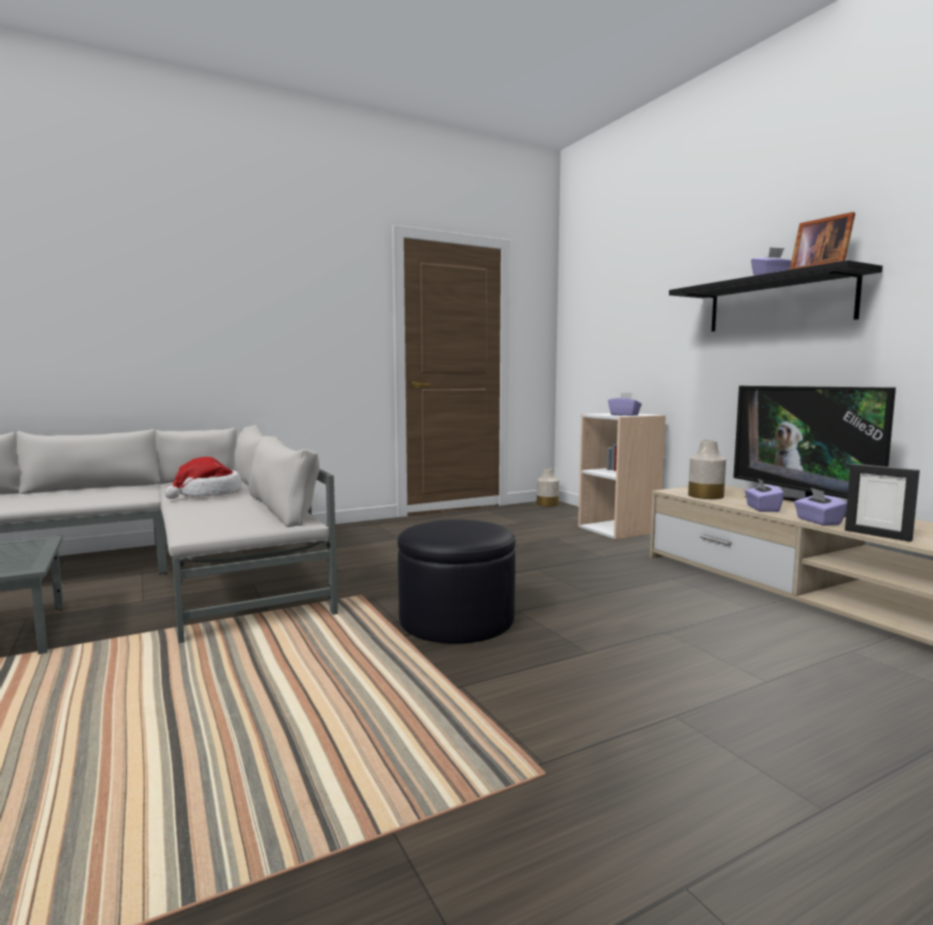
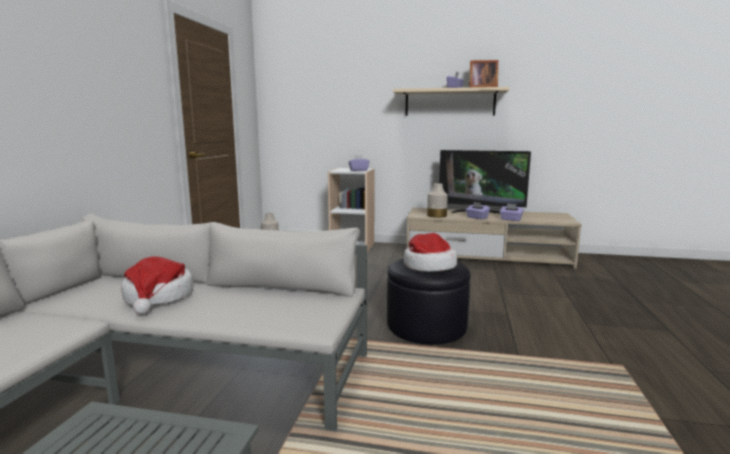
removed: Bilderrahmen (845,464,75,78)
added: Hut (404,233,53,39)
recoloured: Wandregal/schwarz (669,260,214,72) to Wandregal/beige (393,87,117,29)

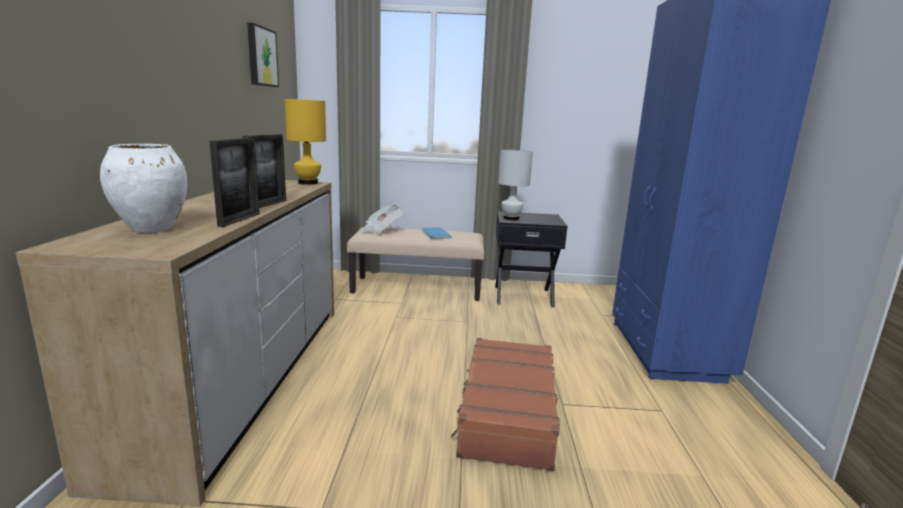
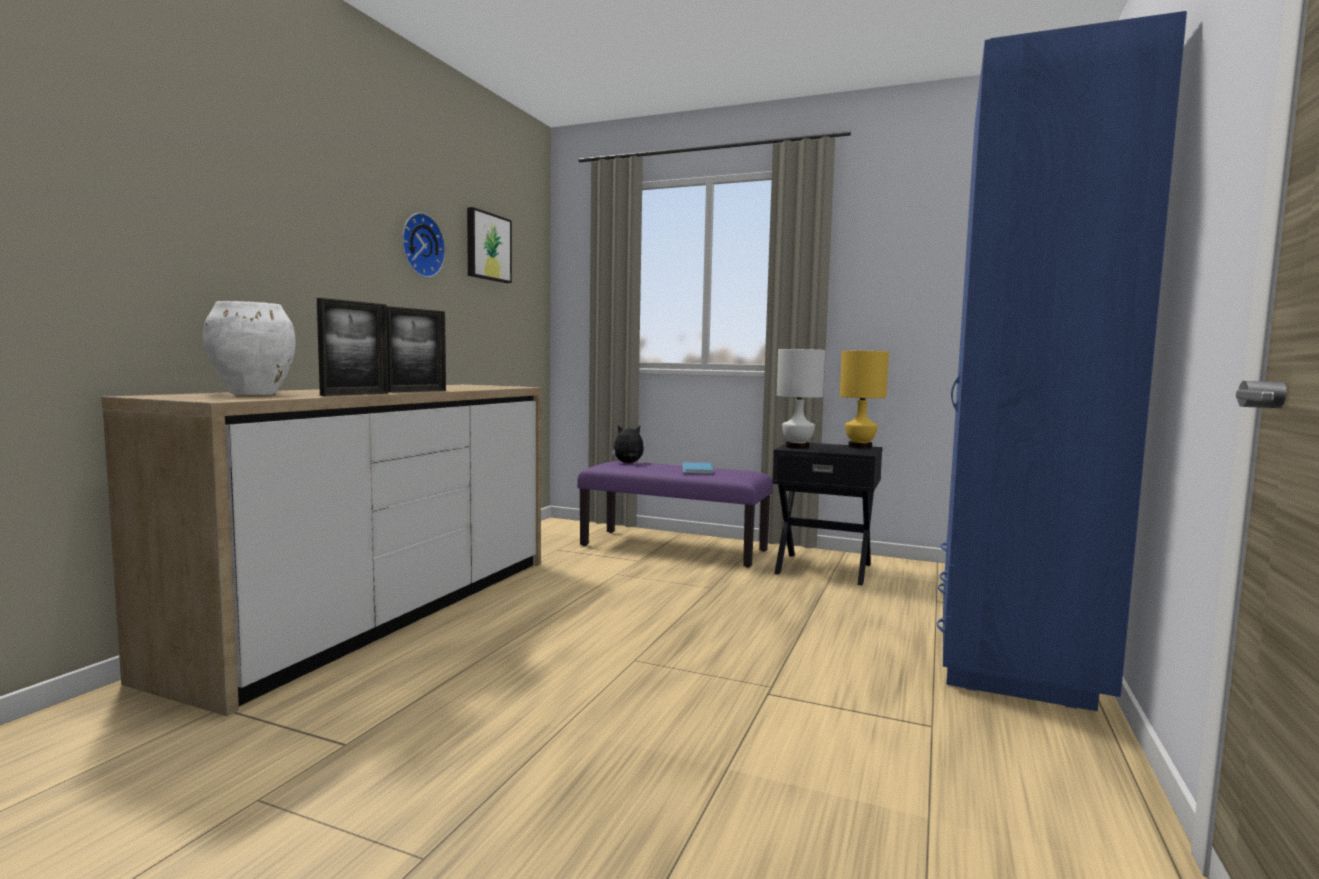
removed: Koffer/braun (451,338,109,133)
added: Wanduhr (402,213,44,65)
moved: Tischlampe/gelb (284,99,42,86) to (840,351,49,97)
replaced: Zeitung (360,205,43,28) to Plüschtier (611,425,33,38)
recoloured: Bank/beige (347,227,137,74) to Bank/lila (577,461,196,107)

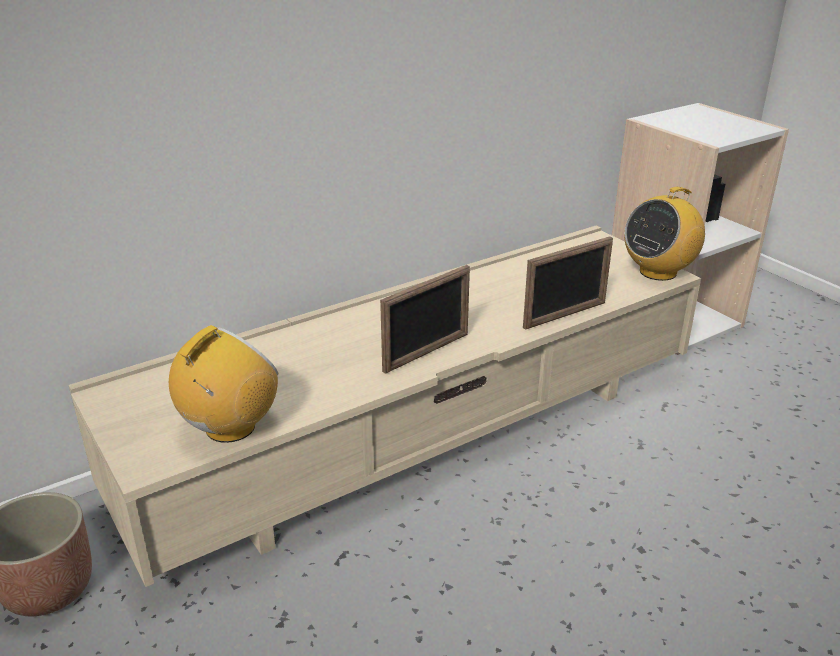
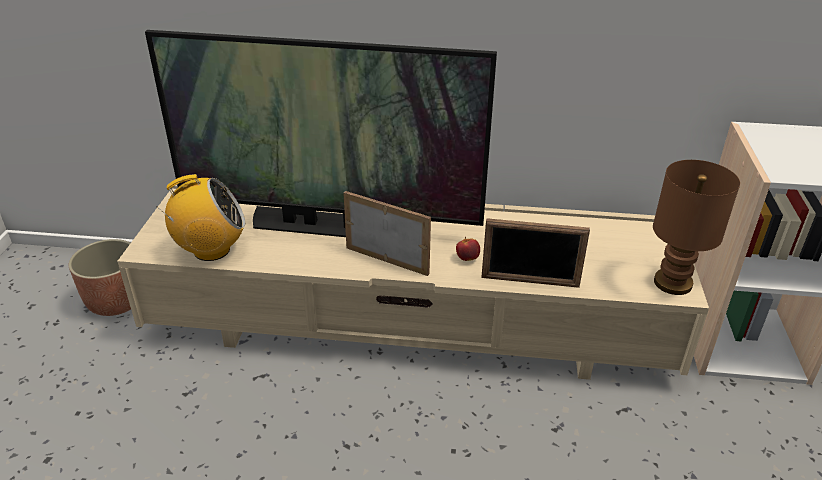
added: Fernseher (145,30,352,207); Apfel (456,237,24,24)
replaced: Radio (624,187,81,94) to Tischlampe/braun (653,160,87,135)
turned: Bilderrahmen (380,265,90,109) = (343,191,88,85) 150 degrees counterclockwise

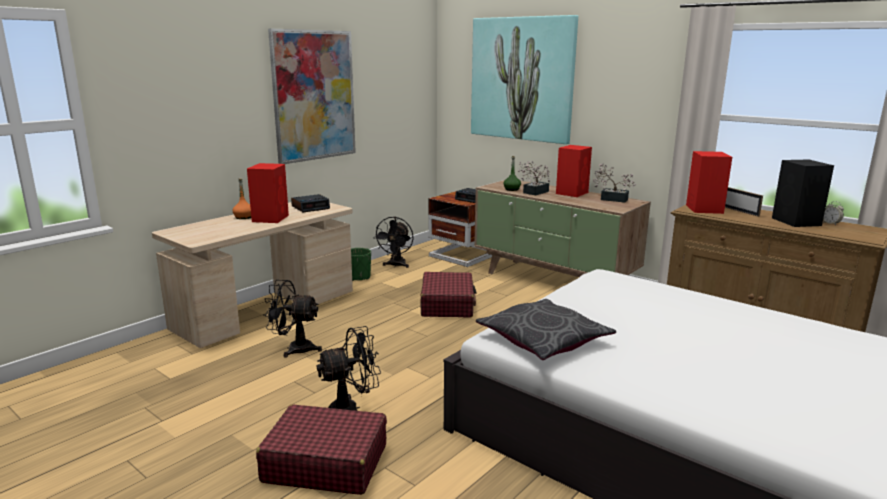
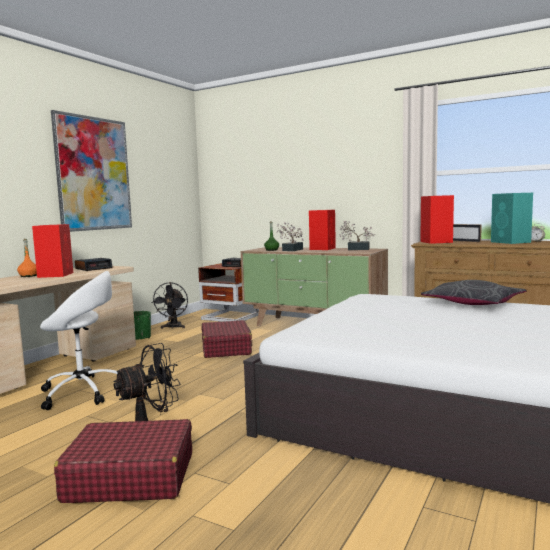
removed: Bild (471,15,107,129)
moved: Kissen/grau (476,299,140,61) to (421,280,106,25)
replaced: Ventilator/schwarz (263,280,59,78) to Bürostuhl/weiß (40,271,78,139)
recoloured: Lautsprecher/schwarz (772,159,62,68) to Lautsprecher/türkis (491,193,42,51)

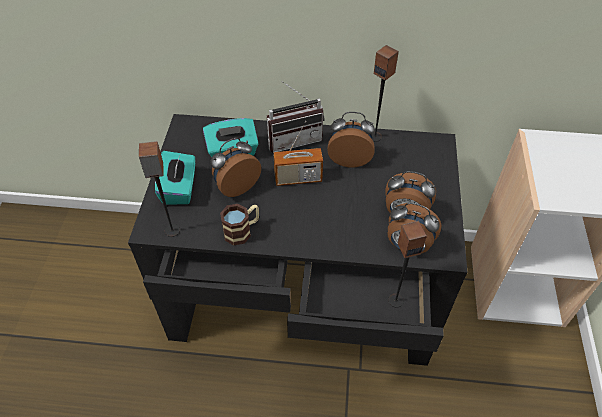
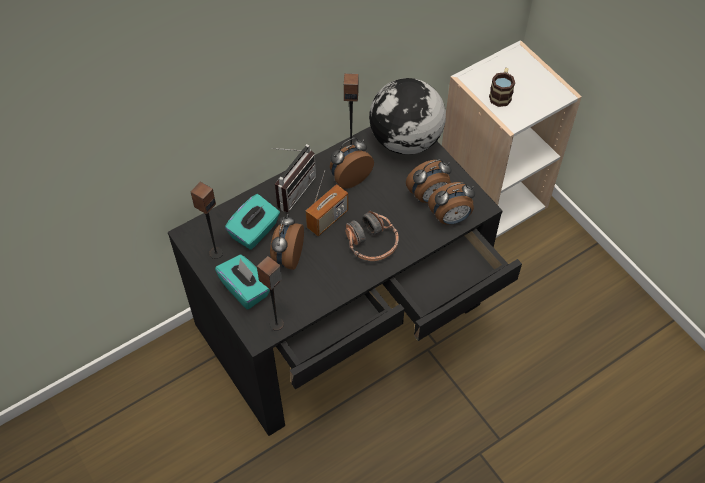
added: Kopfhörer (345,211,53,50); Globus (369,78,77,77)
moved: Lautsprecher (388,221,39,86) to (190,182,33,77); Henkelbecher (220,204,39,41) to (489,68,26,39)

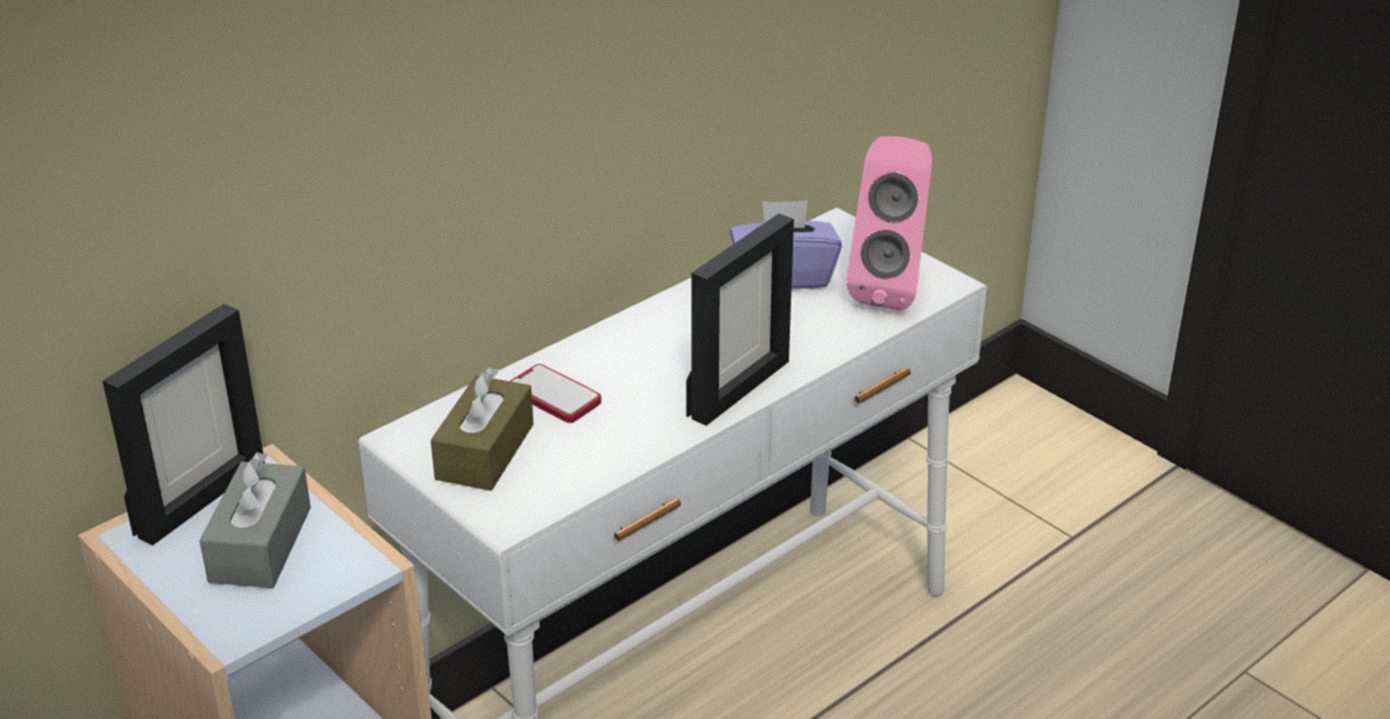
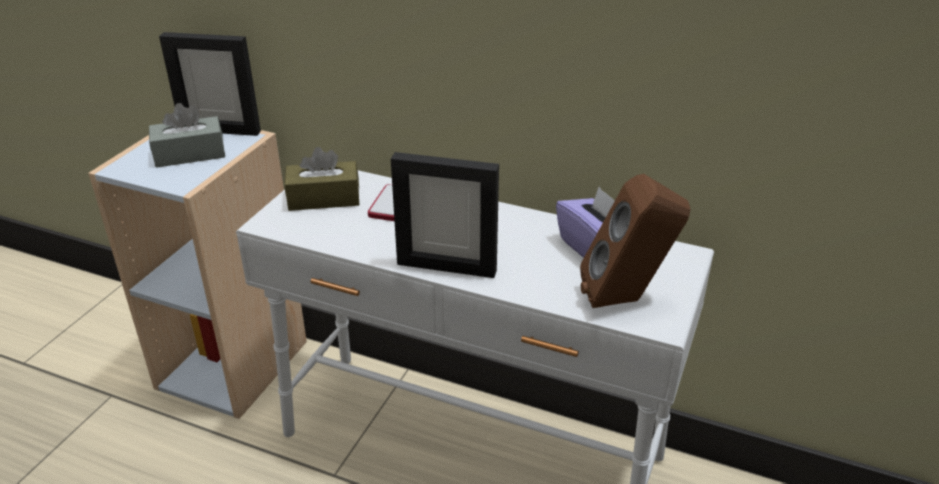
recoloured: Lautsprecher/rosa (846,136,86,175) to Lautsprecher/braun (580,174,110,134)

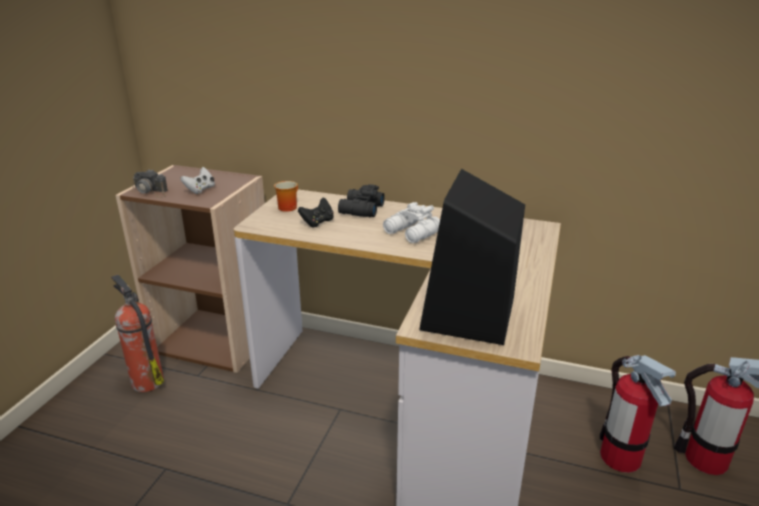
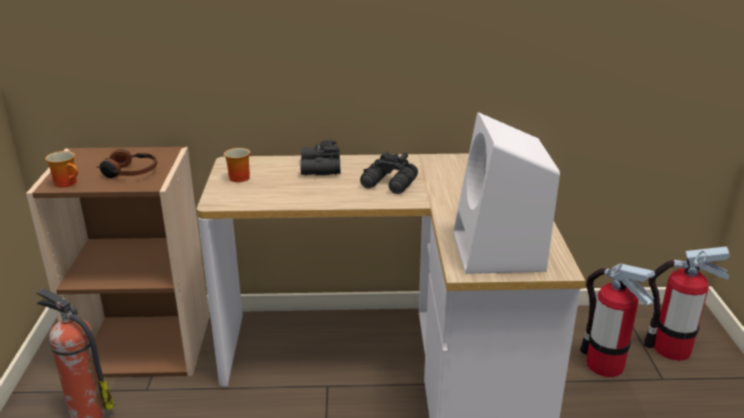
removed: Gamepad/schwarz (298,198,36,29)
replaced: Kamera (131,169,37,29) to Henkelbecher (45,151,33,36); Gamepad/weiß (181,167,34,27) to Kopfhörer (96,149,61,29)
recoloured: Fernglas/weiß (383,202,57,41) to Fernglas/schwarz (360,152,58,42); Lautsprecher/schwarz (419,169,106,176) to Lautsprecher/weiß (453,112,107,162)

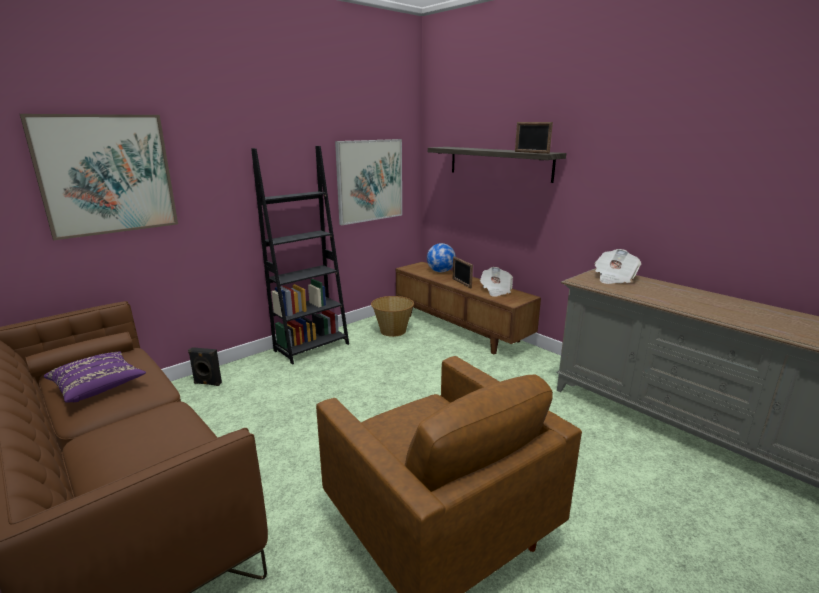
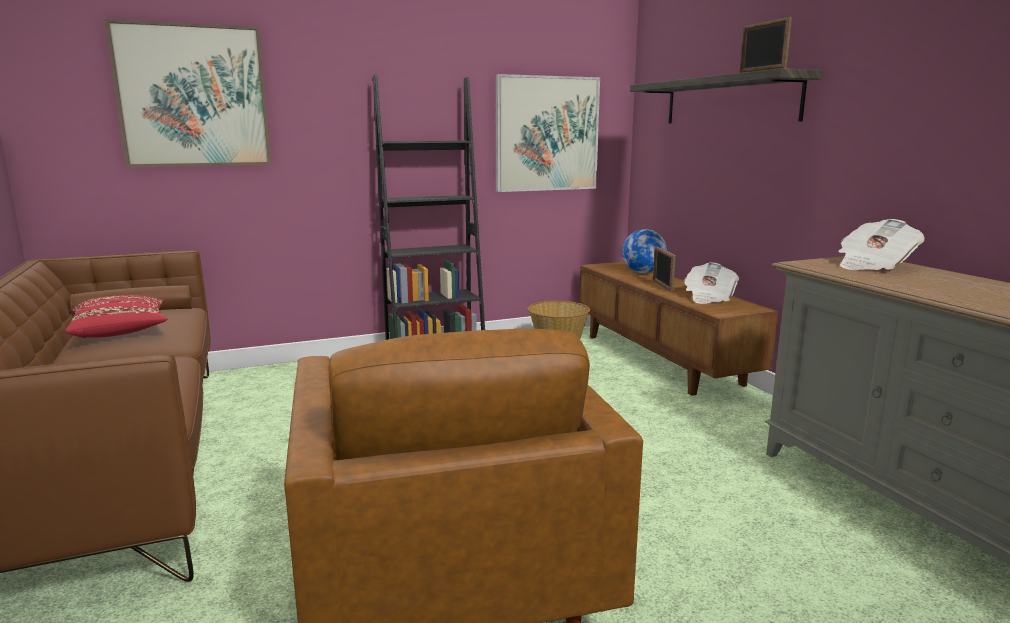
removed: Lautsprecher/schwarz (188,347,34,39)
recoloured: Kissen/lila (44,351,102,52) to Kissen/rot (65,295,103,43)

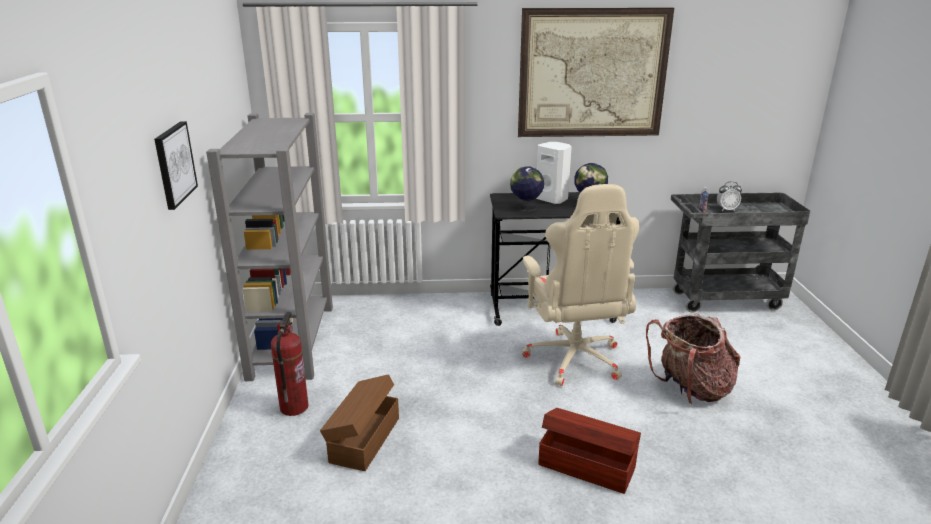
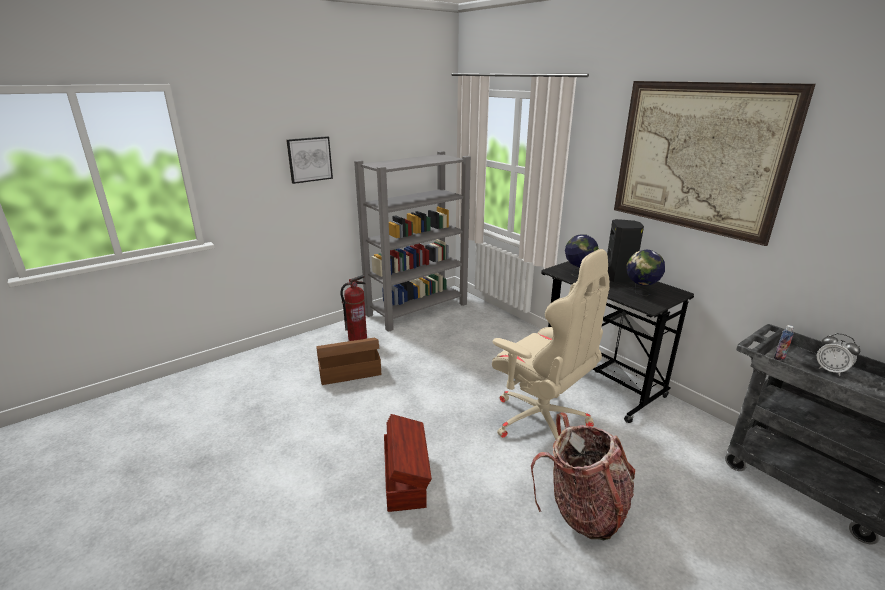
recoloured: Lautsprecher/weiß (536,142,36,62) to Lautsprecher/schwarz (607,219,37,63)
turned: Bürostuhl/beige (522,184,117,202) = (492,249,118,191) 90 degrees counterclockwise

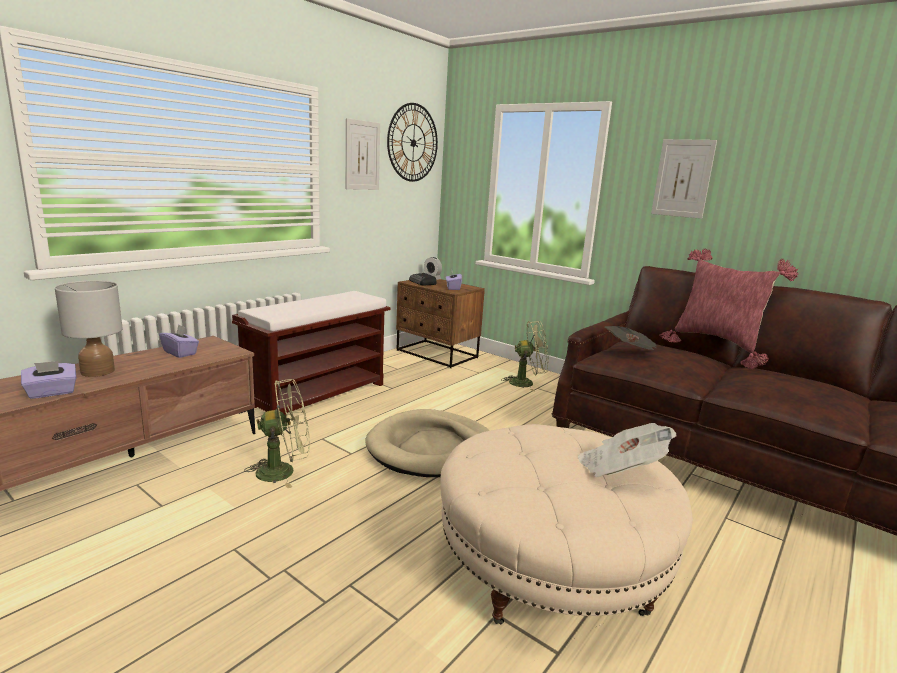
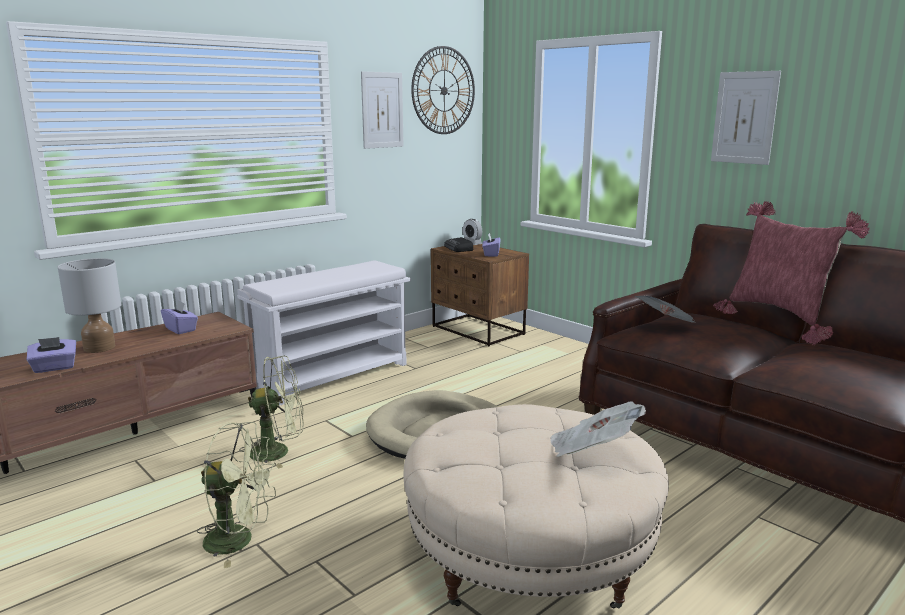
moved: Ventilator/grün (501,321,48,70) to (197,422,79,146)
recoloured: Bank/braun (232,291,159,125) to Bank/weiß (237,260,174,146)

